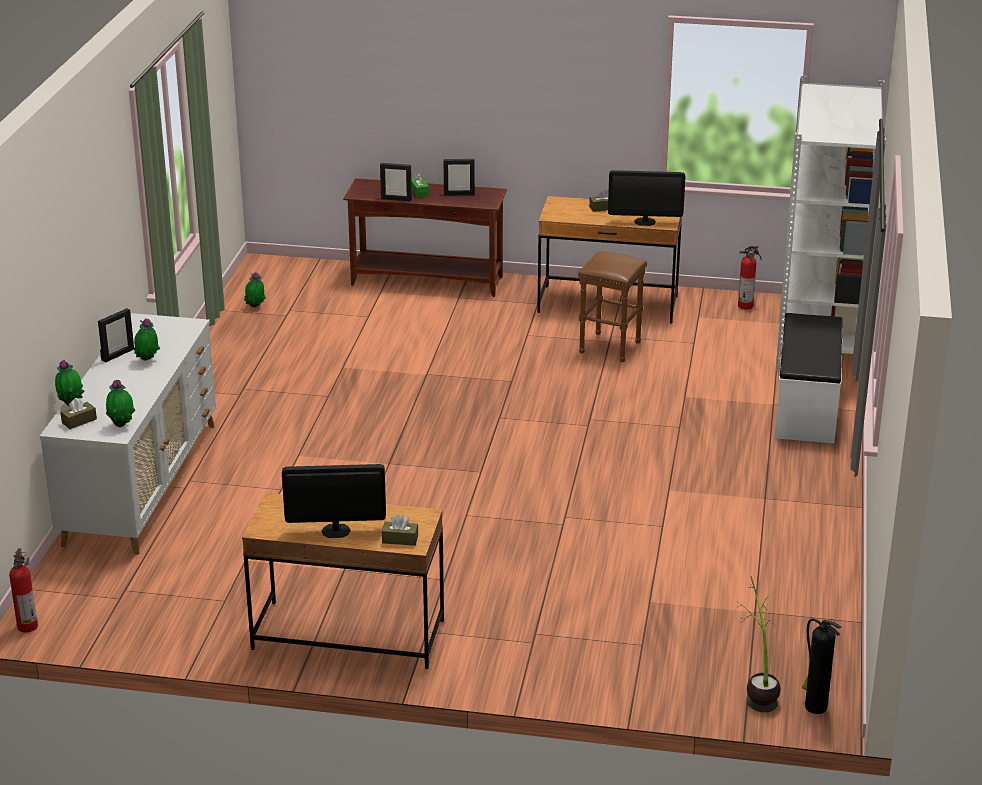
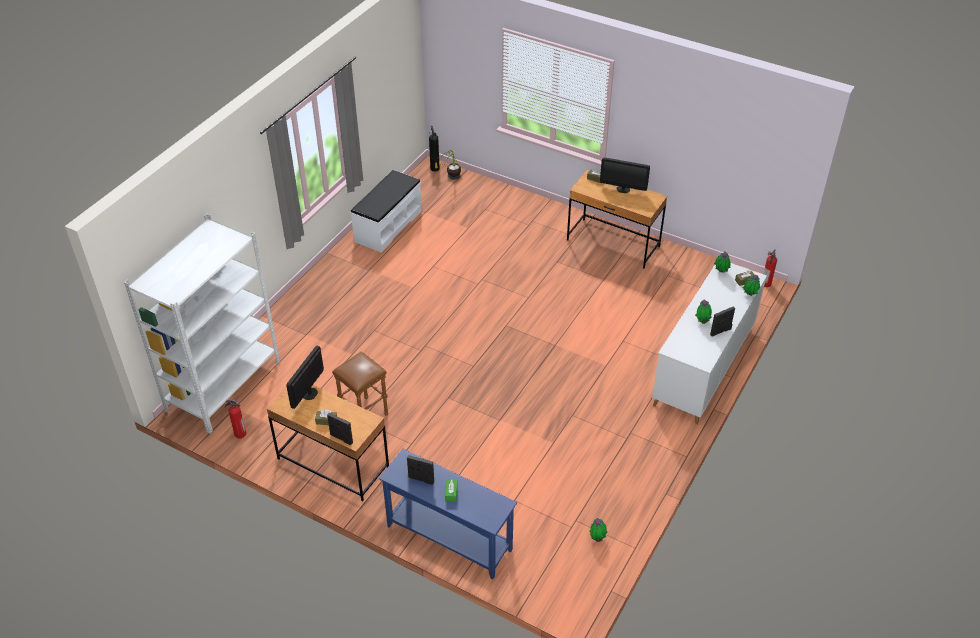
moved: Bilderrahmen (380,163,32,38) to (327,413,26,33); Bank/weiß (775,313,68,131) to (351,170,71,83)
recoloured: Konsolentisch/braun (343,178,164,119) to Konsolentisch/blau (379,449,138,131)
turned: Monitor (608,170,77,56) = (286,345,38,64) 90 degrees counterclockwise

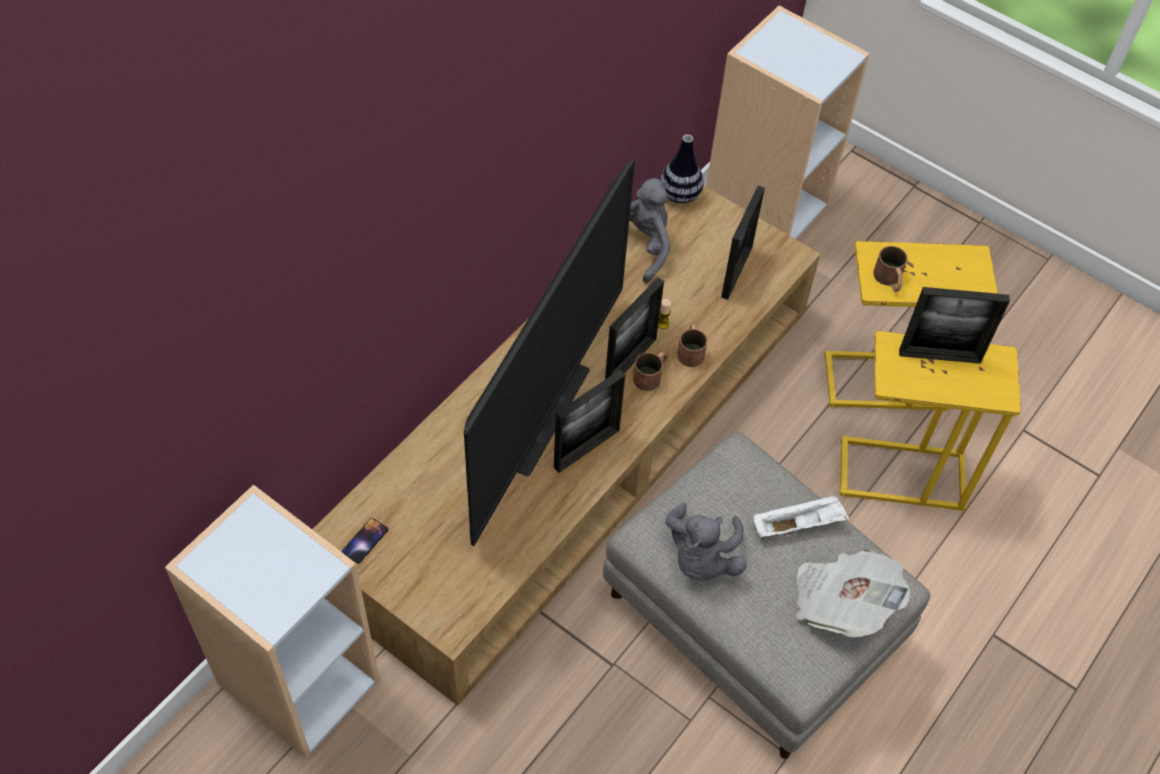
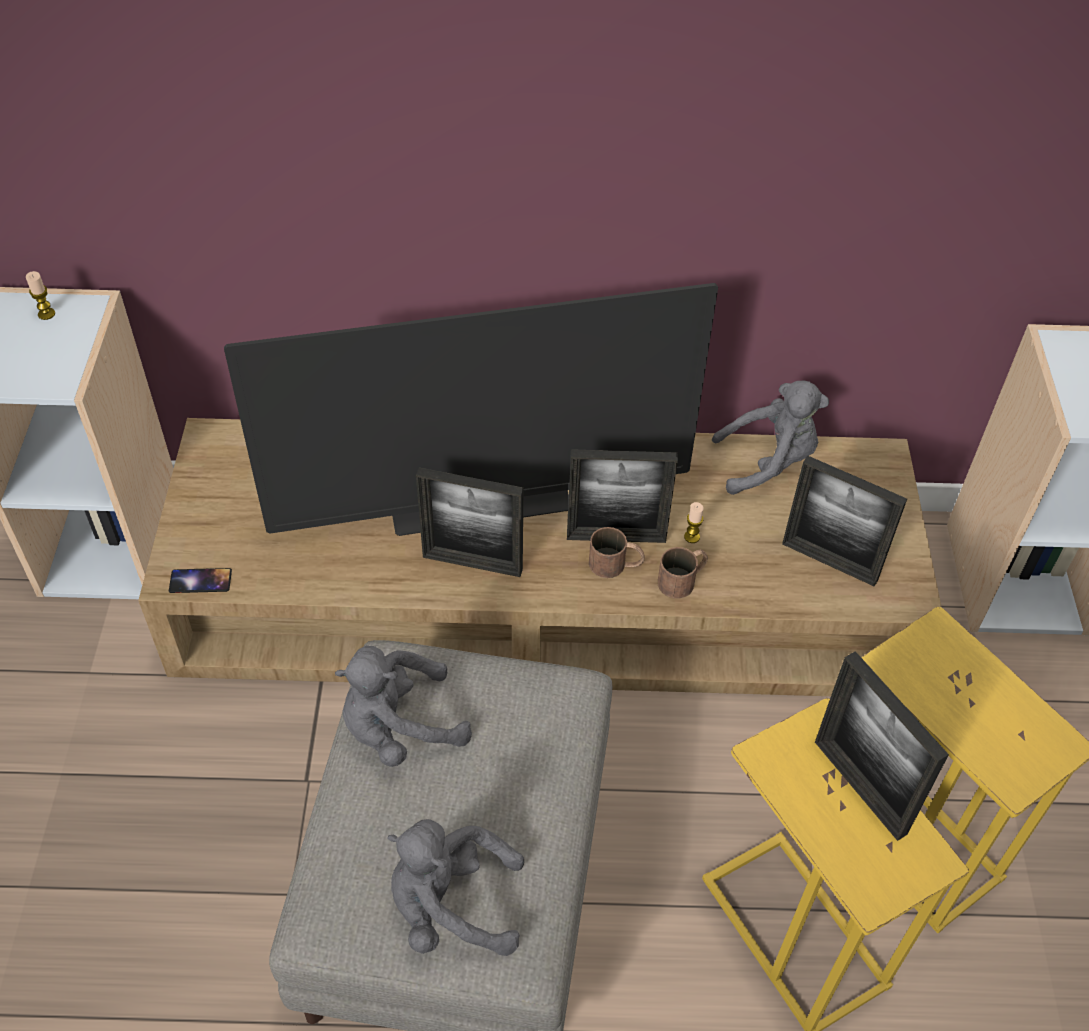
removed: Vase (660,134,44,69); Tablett/weiß (753,494,96,43); Henkelbecher/braun (873,246,35,46)
added: Kerze (26,271,29,49)
moved: Handy (341,518,48,46) to (169,568,63,25)
replaced: Zeitung (796,550,114,87) to Plüschtier/grau (387,819,137,137)
turned: Bilderrahmen (721,186,44,114) = (782,455,125,132) 45 degrees clockwise

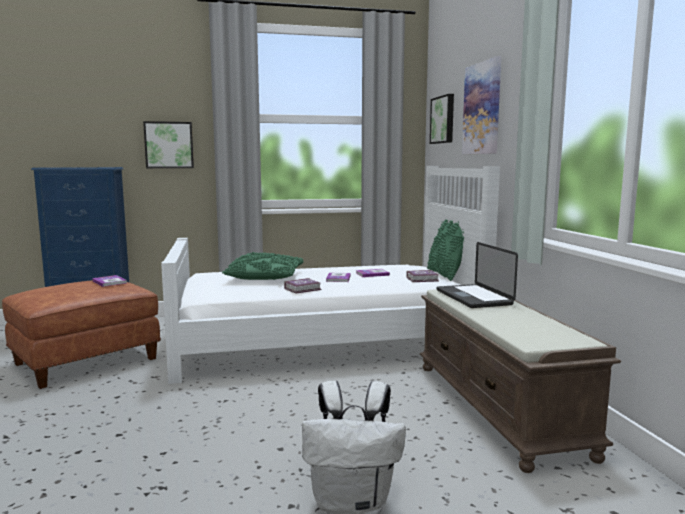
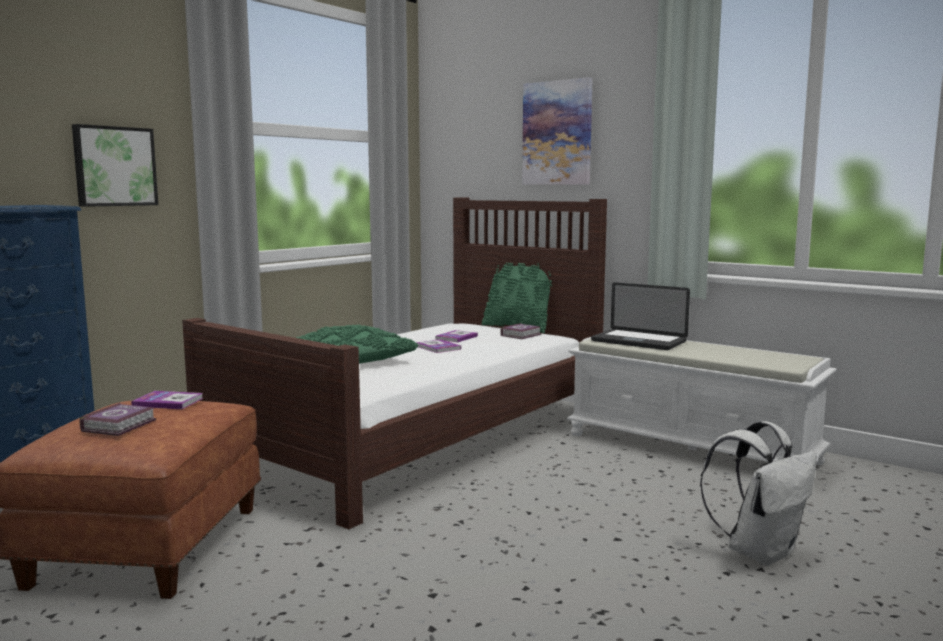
removed: Bild (430,94,24,50)
moved: Buch (284,278,38,16) to (80,403,76,33)
recoloured: Bett/weiß (161,166,339,218) to Bett/braun (182,198,425,331); Bank/braun (420,289,201,184) to Bank/weiß (567,337,270,128)

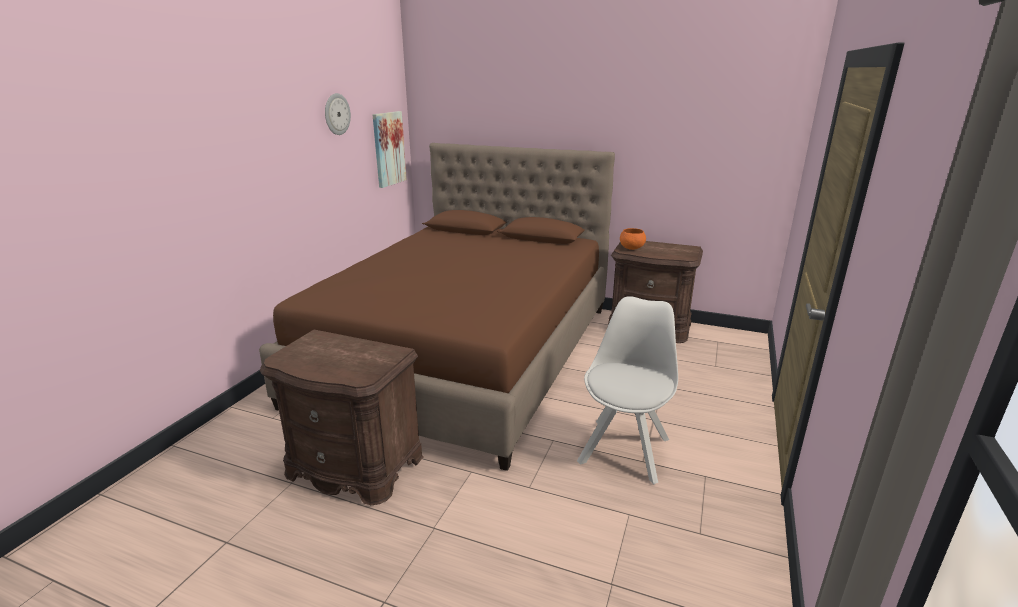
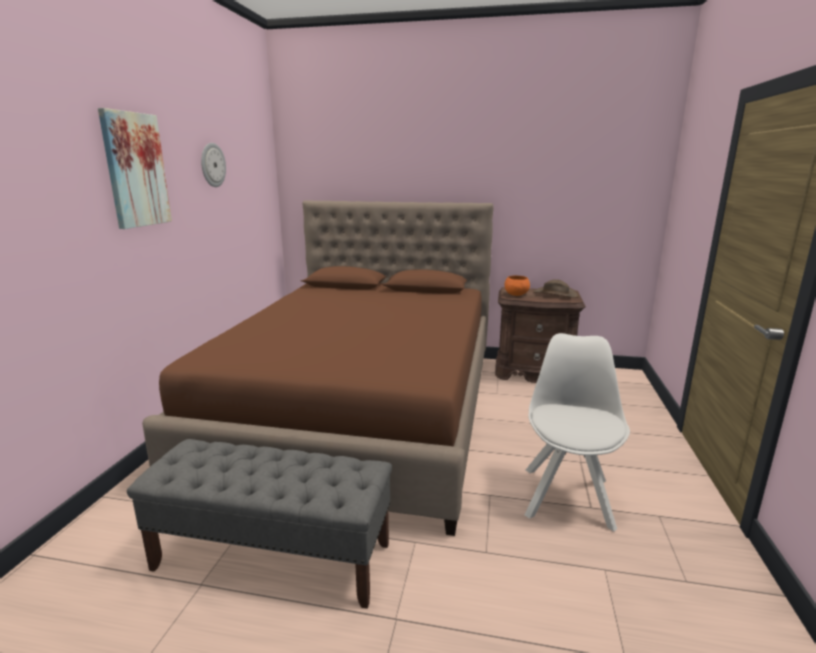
added: Hut/braun (533,279,46,19)
moved: Bild (373,111,34,77) to (98,108,74,121)
replaced: Nachttisch/braun (260,330,164,175) to Bank/grau (127,439,265,170)

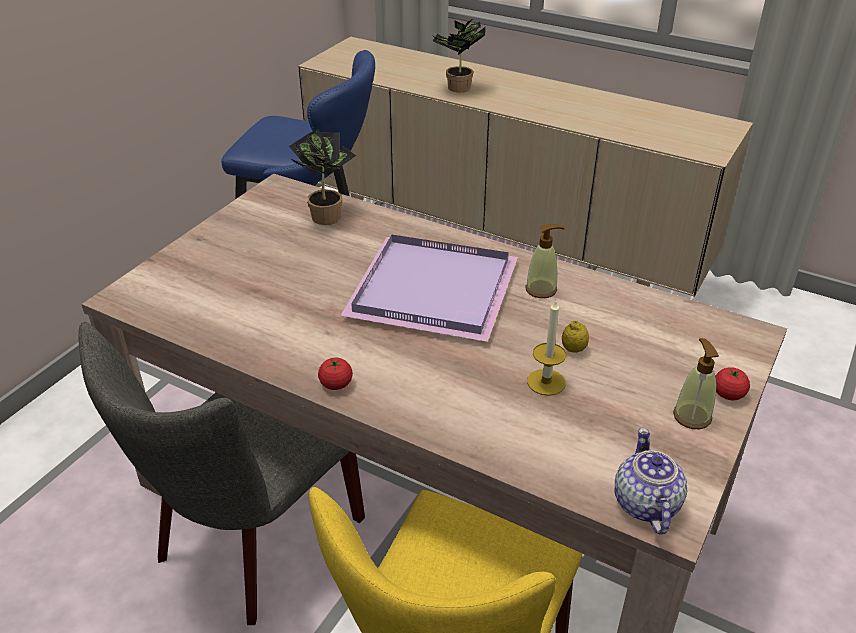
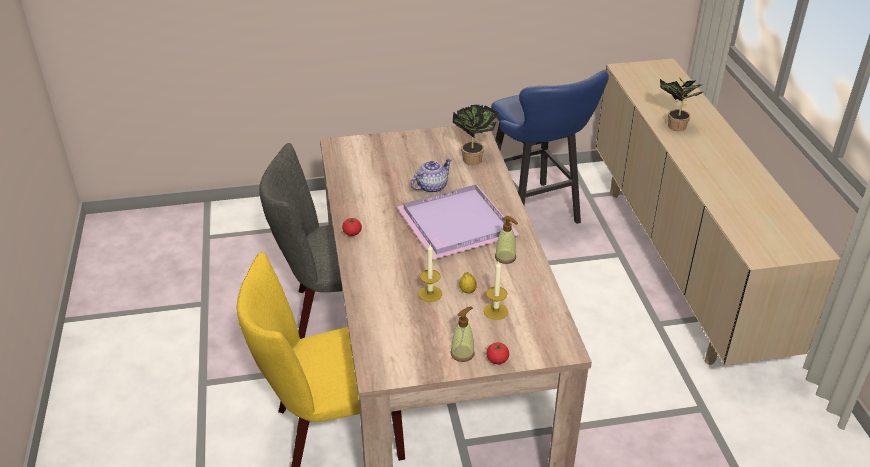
added: Kerze (484,261,24,59)
moved: Teekanne (615,428,72,107) to (411,158,41,35)

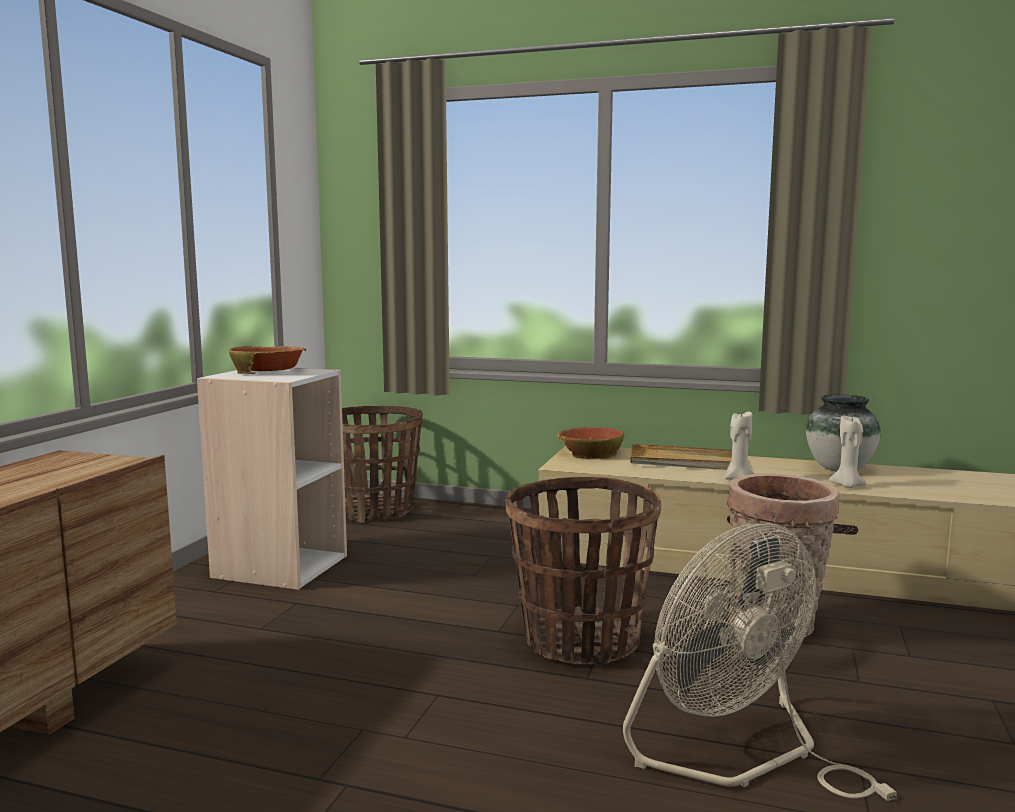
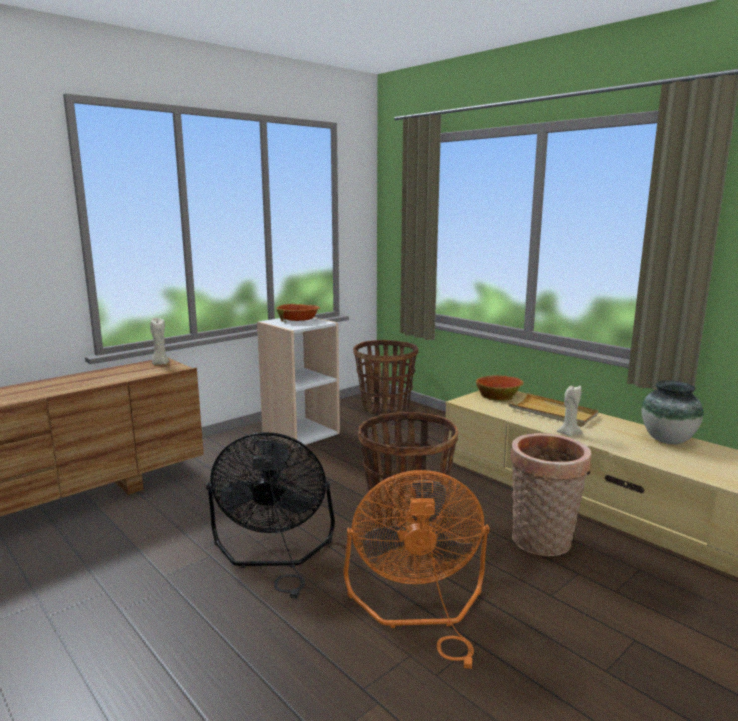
added: Ventilator/schwarz (206,432,129,167)
moved: Kerze/beige (829,415,37,73) to (150,318,19,47)
recoloured: Ventilator/beige (623,523,275,278) to Ventilator/orange (344,470,146,199)

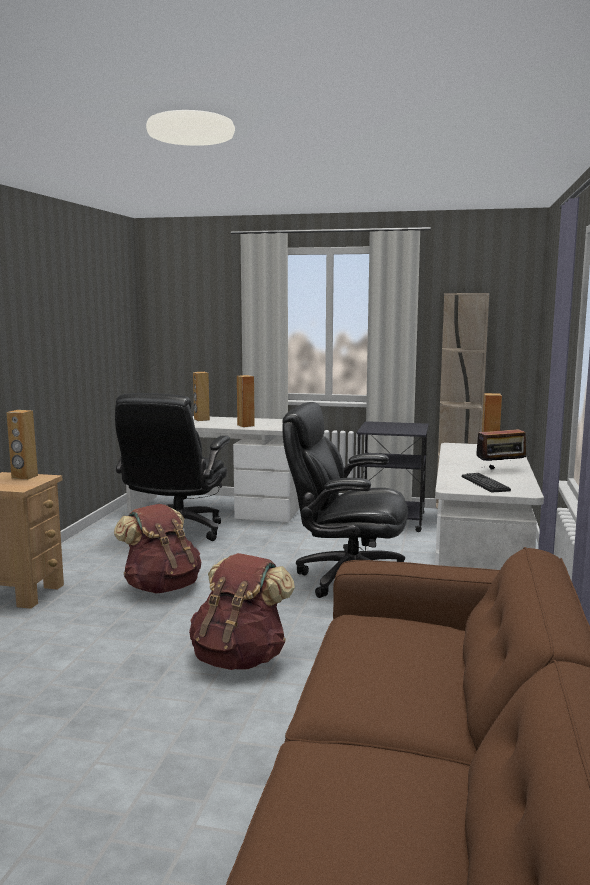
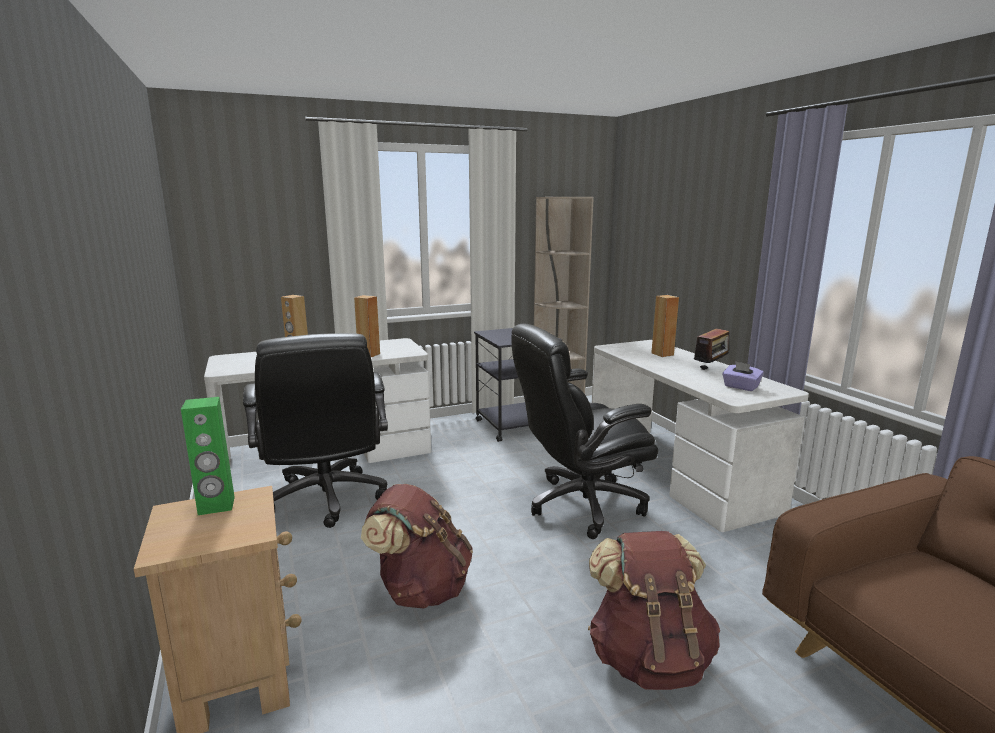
replaced: Tastatur (462,473,49,20) to Taschentuchbox/lila (722,361,42,30)
recoloured: Lautsprecher/braun (6,410,32,70) to Lautsprecher/grün (181,397,54,118)

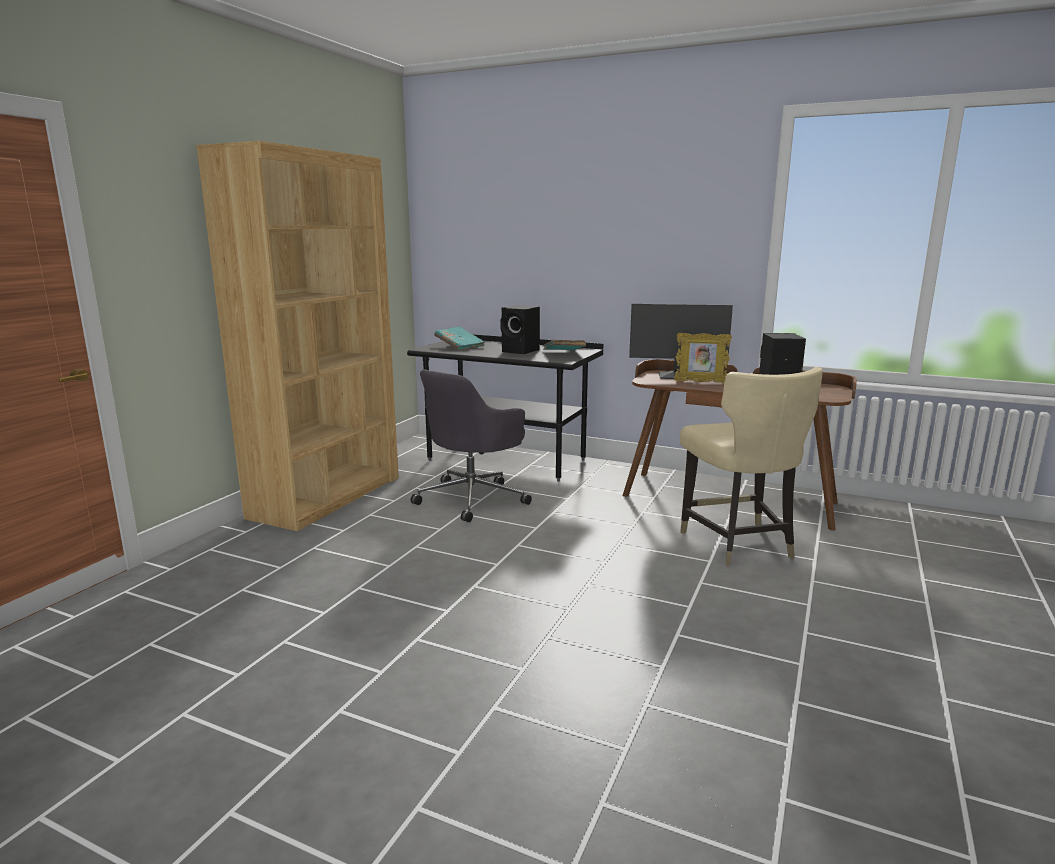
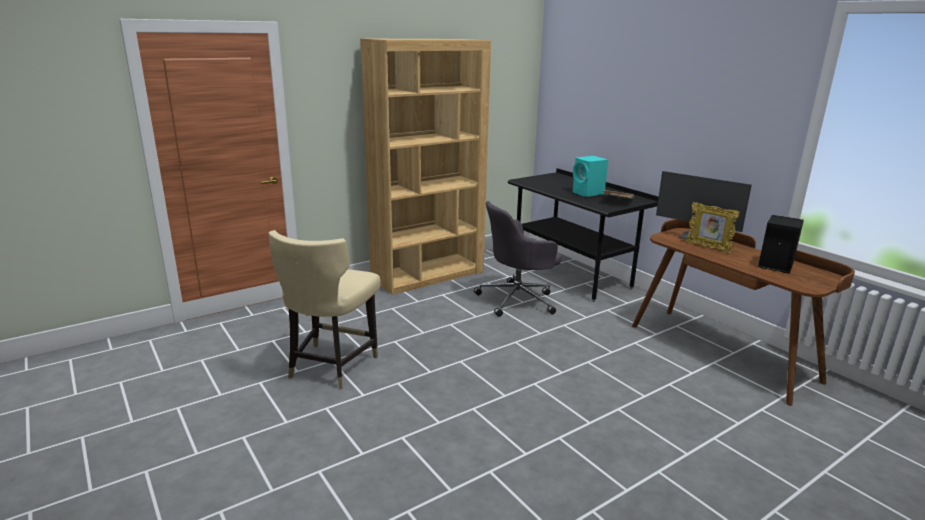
removed: Buch/türkis (434,326,51,25)
moved: Stuhl/beige (680,367,143,199) to (268,230,113,159)
recoloured: Lautsprecher/schwarz (500,305,40,49) to Lautsprecher/türkis (573,156,35,41)

